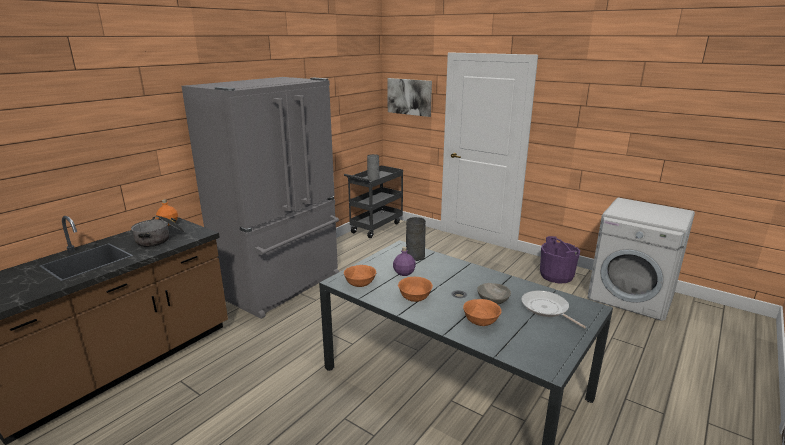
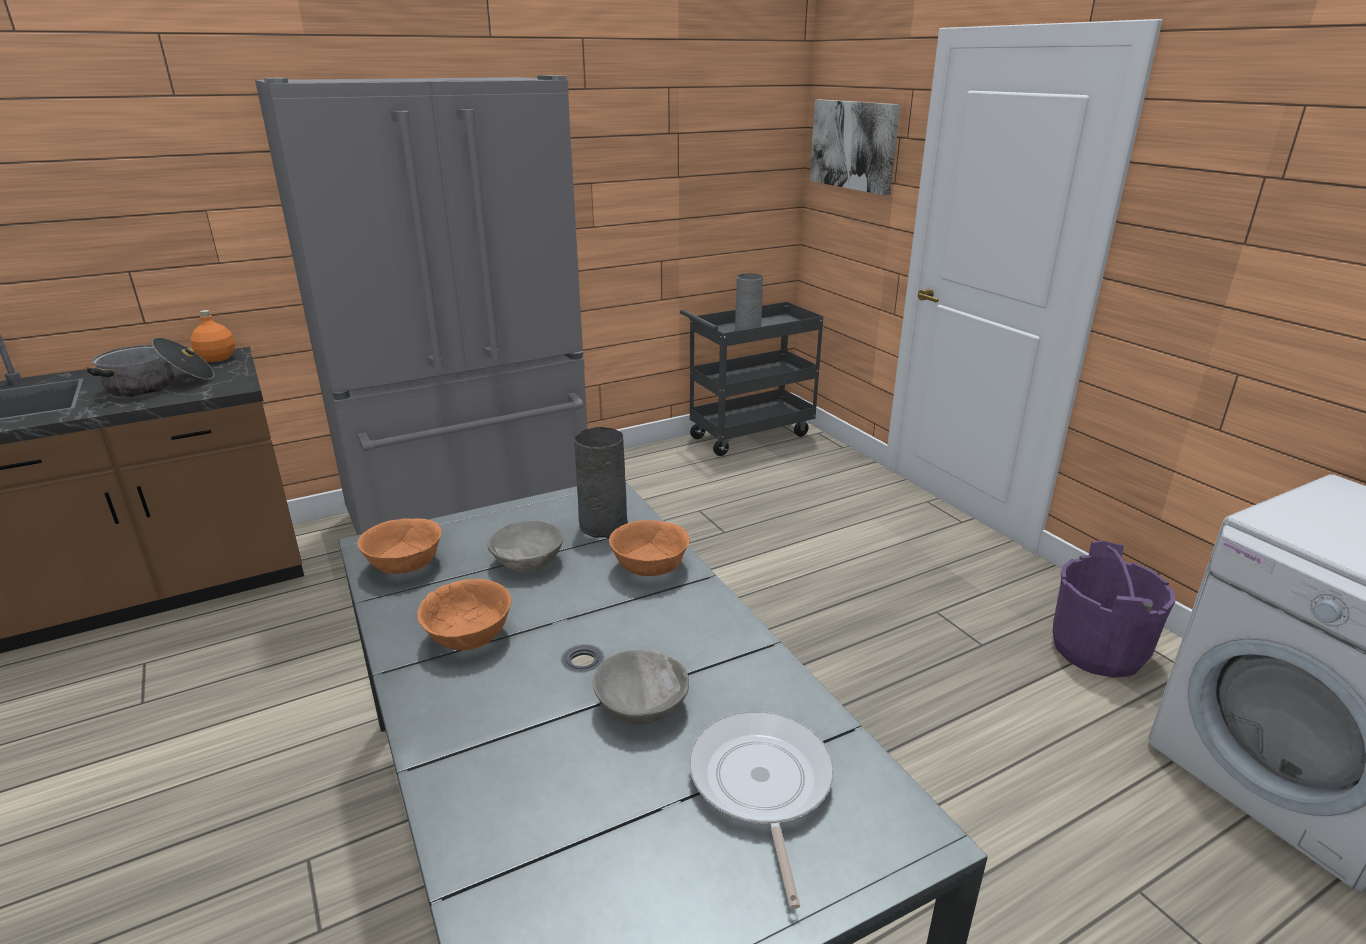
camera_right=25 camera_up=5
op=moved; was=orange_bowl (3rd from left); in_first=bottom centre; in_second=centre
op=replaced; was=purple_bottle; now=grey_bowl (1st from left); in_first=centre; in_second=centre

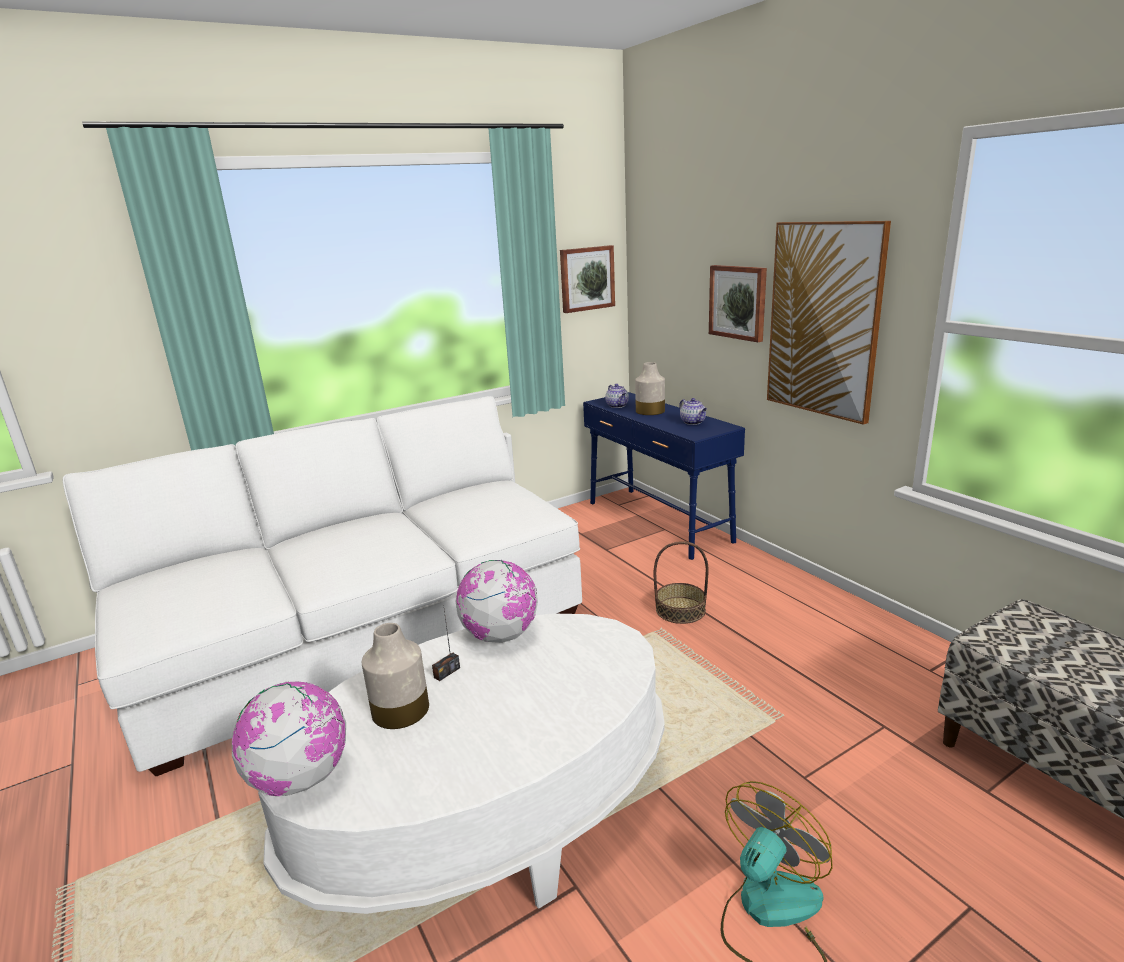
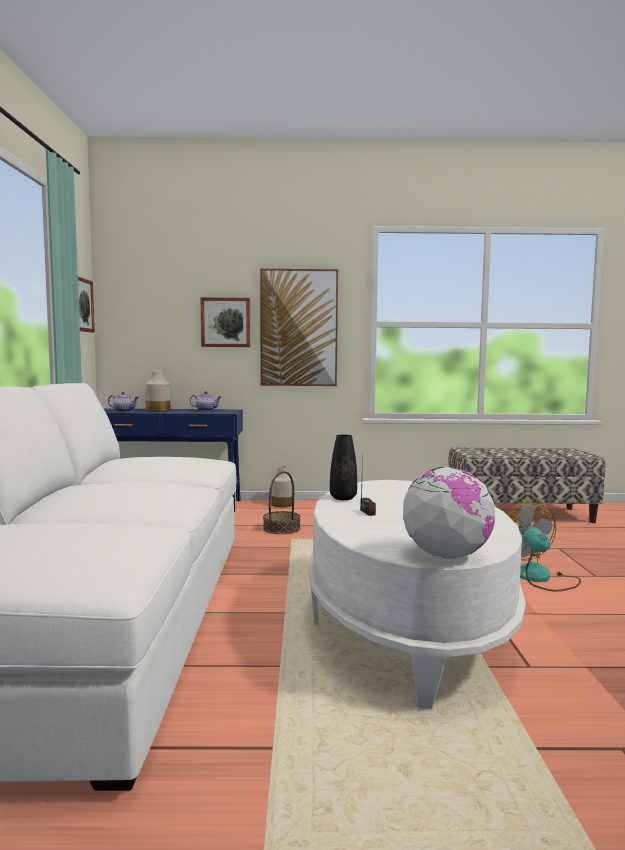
camera_right=-60 camera_up=-15
op=moved; was=beige_vase (1st from left in the first image); now=beige_vase (2nd from left); in_first=bottom centre; in_second=centre
op=replaced; was=globe (2nd from left); now=black_vase; in_first=centre; in_second=centre

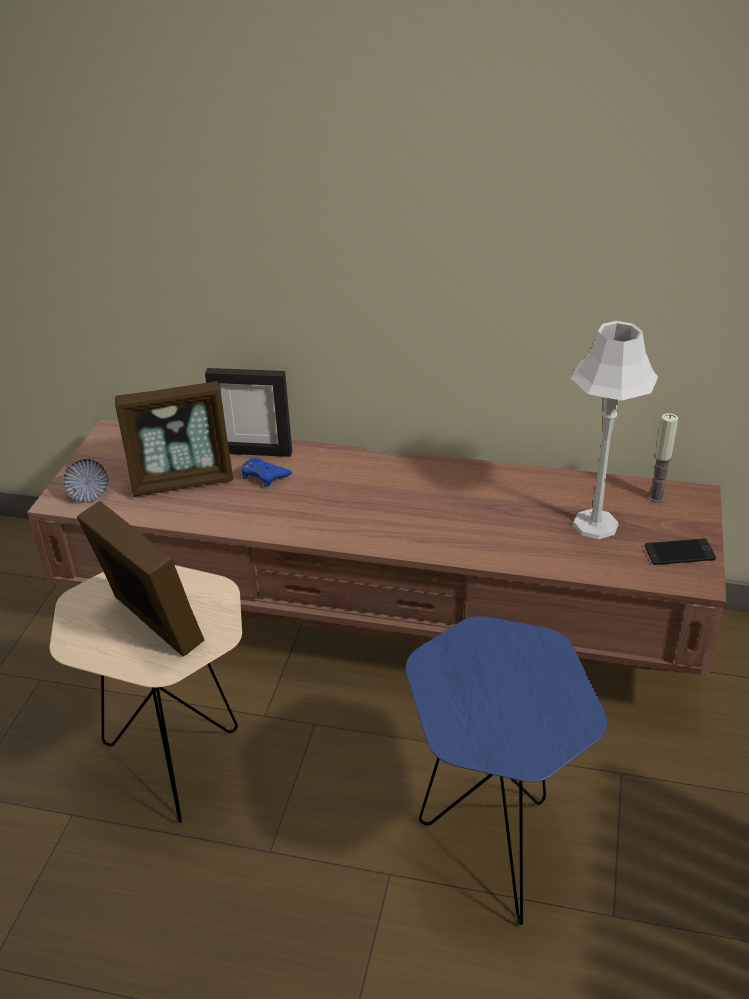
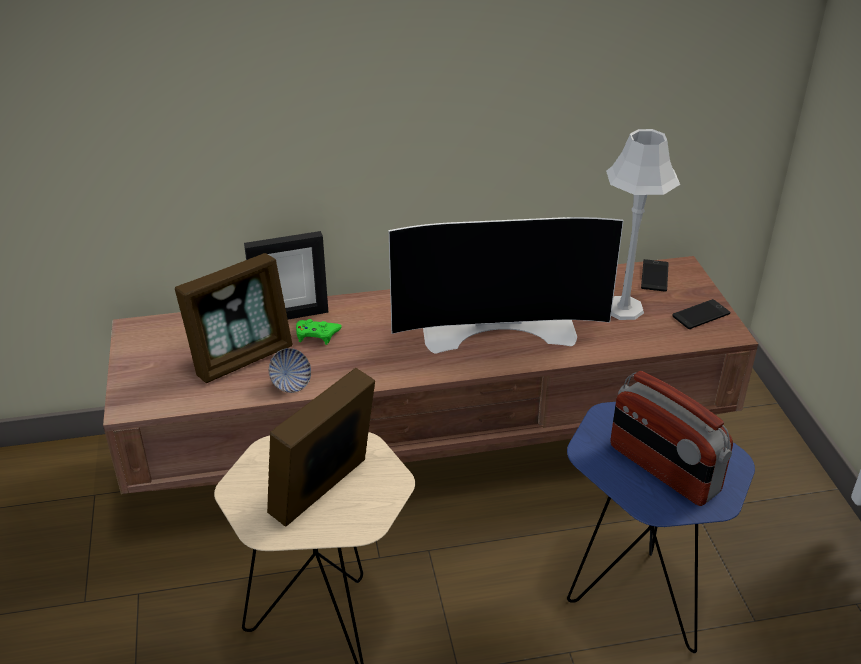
camera_right=-25 camera_up=0
op=added; now=television; in_second=centre
op=added; now=radio; in_second=middle right
op=moved; was=bowl; in_first=middle left; in_second=centre
op=replaced; was=candle; now=phone (1st from left); in_first=middle right; in_second=middle right
op=recoloured; was=blue_game_controller; now=green_game_controller; in_first=centre; in_second=centre
op=turned; was=picture_frame (1st from left in the first image); in_first=middle left; in_second=bottom centre; clockwise=-75

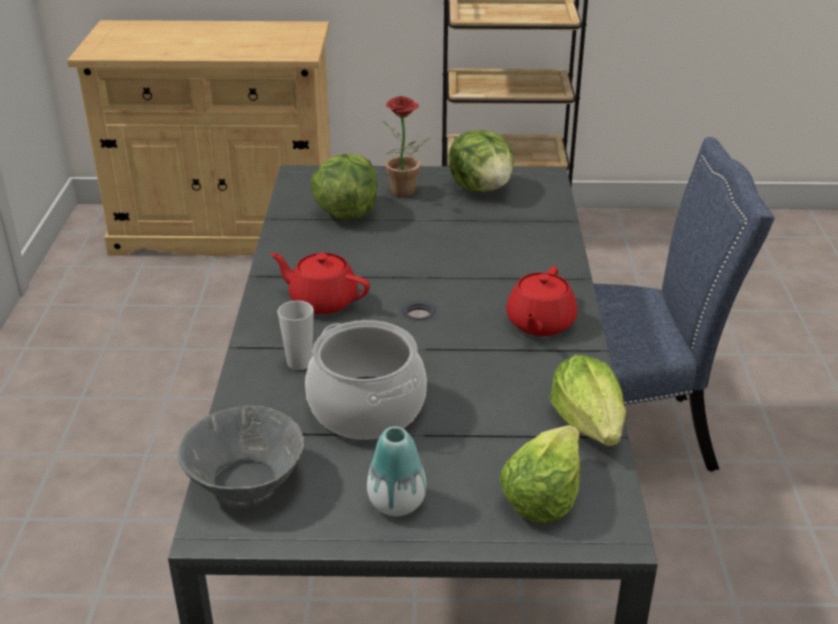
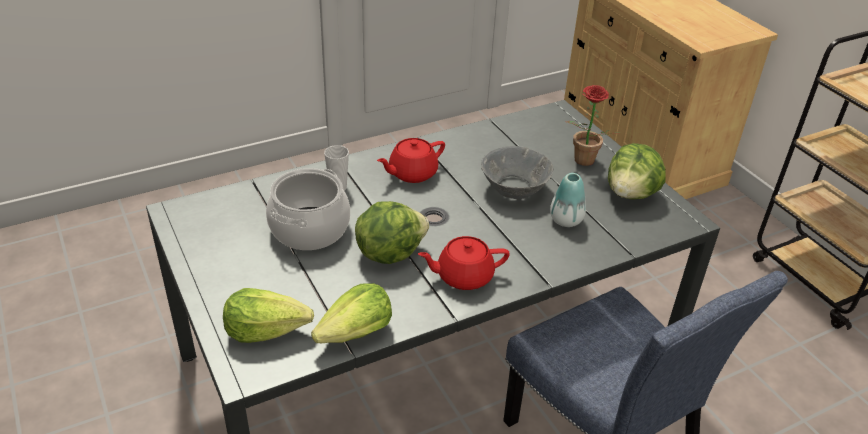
camera_right=60 camera_up=5
op=moved; was=grey_bowl; in_first=bottom left; in_second=centre
op=moved; was=lettuce (1st from left in the first image); now=lettuce (3rd from left); in_first=top centre; in_second=centre
op=moved; was=vase; in_first=bottom centre; in_second=centre
op=turned; was=red_teapot (1st from left); in_first=centre; in_second=centre; clockwise=-120

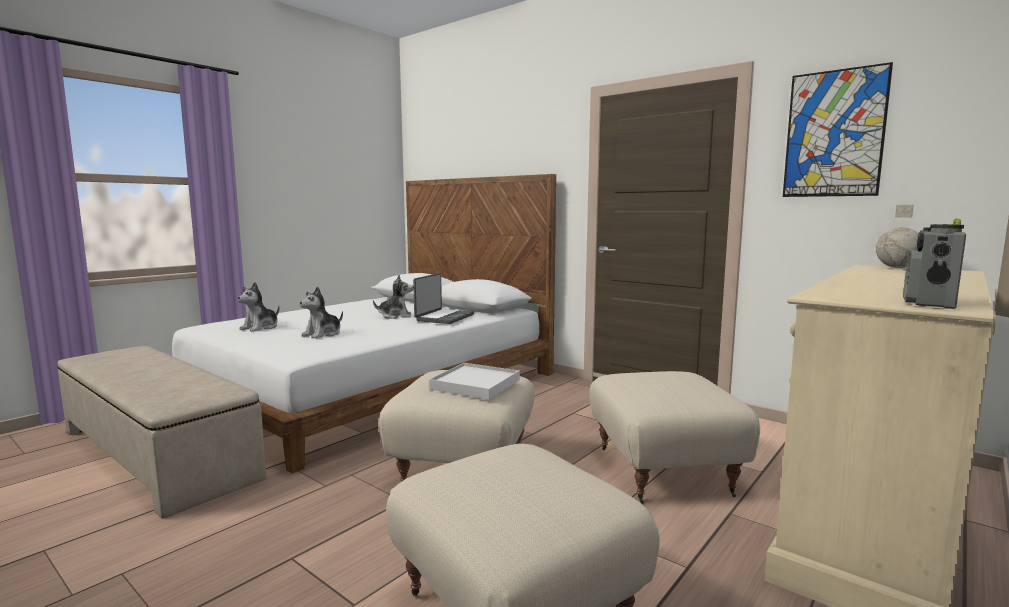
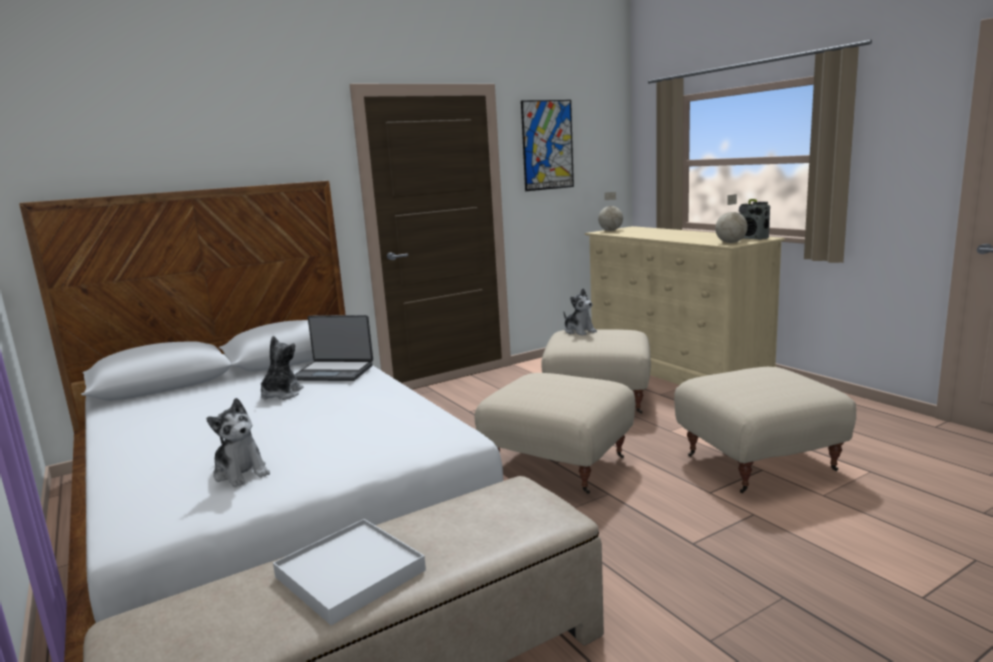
camera_right=-70 camera_up=5
op=added; now=globe (2nd from left); in_second=top right
op=moved; was=plush_toy (2nd from left in the first image); now=plush_toy (3rd from left); in_first=middle left; in_second=centre
op=moved; was=white_tray; in_first=centre; in_second=bottom centre
op=turned; was=laptop; in_first=centre; in_second=centre; clockwise=150

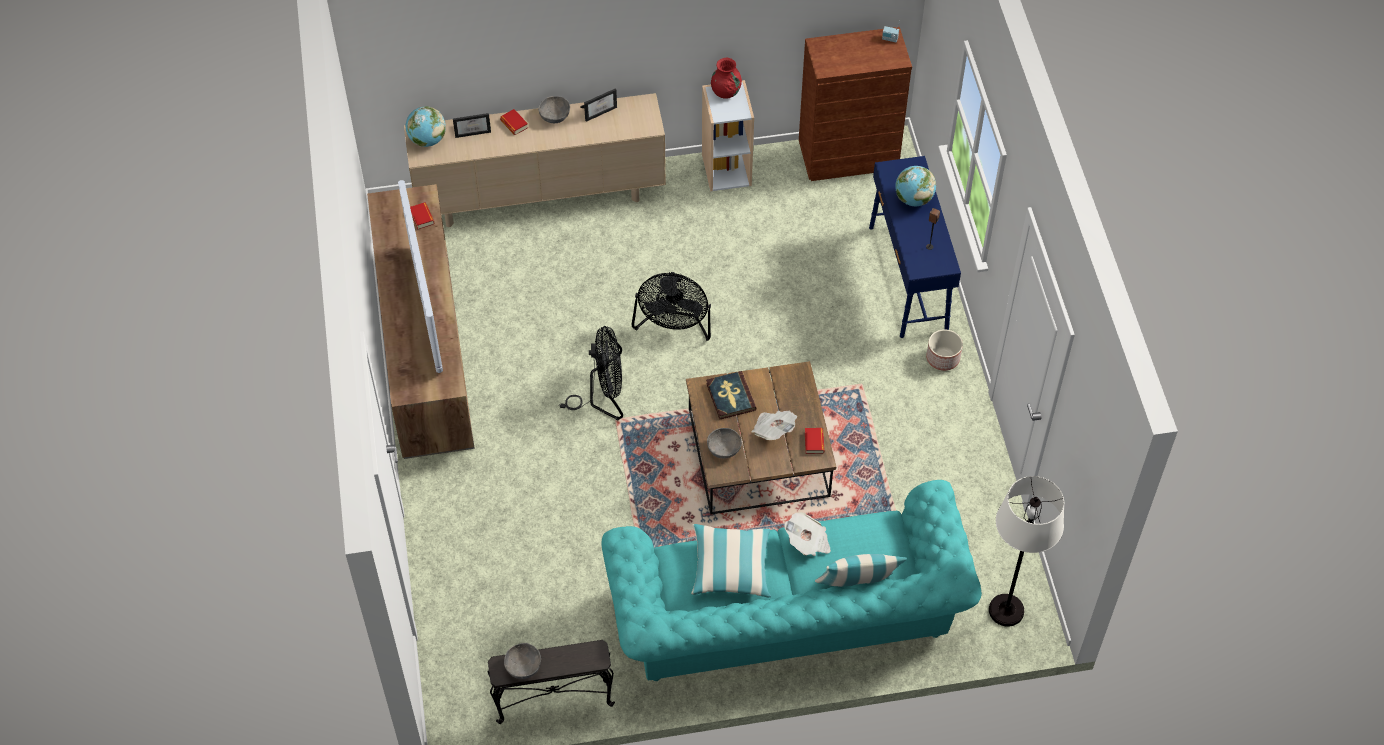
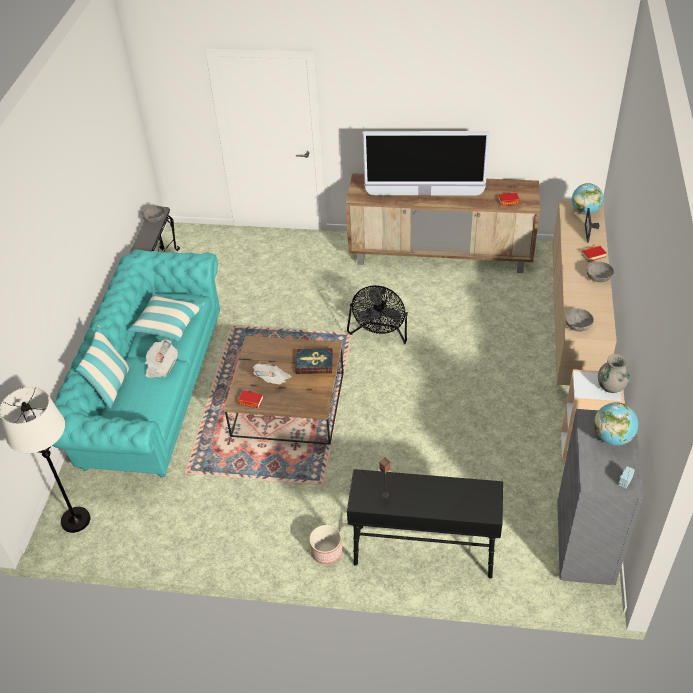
camera_right=110 camera_up=-10
op=removed; was=picture_frame (2nd from left); in_first=top centre
op=removed; was=black_fan (2nd from left); in_first=centre
op=moved; was=grey_bowl (3rd from left in the first image); now=grey_bowl (2nd from left); in_first=centre; in_second=middle right
op=moved; was=globe (2nd from left); in_first=top centre; in_second=middle right
op=recoloured; was=red_vase; now=grey_vase; in_first=top centre; in_second=middle right
op=recoloured; was=brown_dresser; now=grey_dresser; in_first=top centre; in_second=bottom right
op=recoloured; was=blue_console_table; now=black_console_table; in_first=top centre; in_second=bottom centre

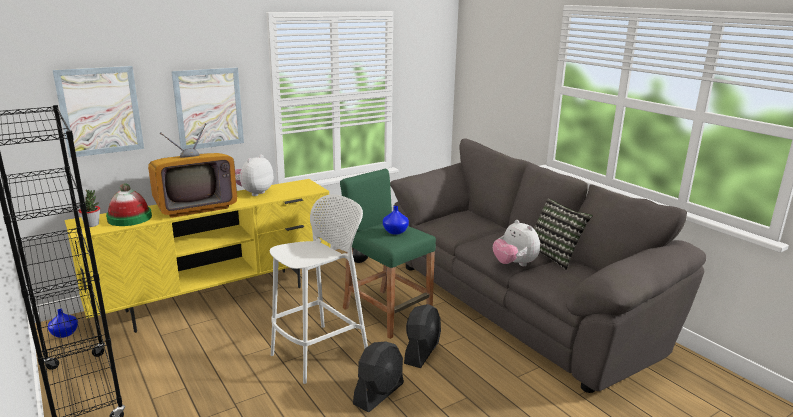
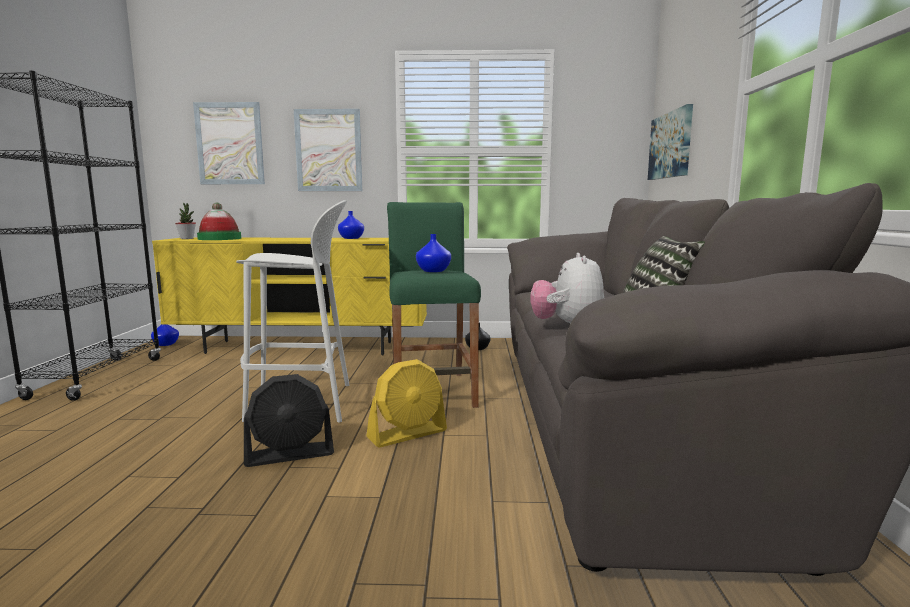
camera_right=35 camera_up=-10
op=removed; was=television; in_first=middle left
op=added; now=picture (3rd from left); in_second=top right
op=replaced; was=plush_toy (1st from left); now=blue_vase (2nd from left); in_first=middle left; in_second=centre
op=recoloured; was=black_fan (2nd from left); now=yellow_fan; in_first=bottom centre; in_second=centre

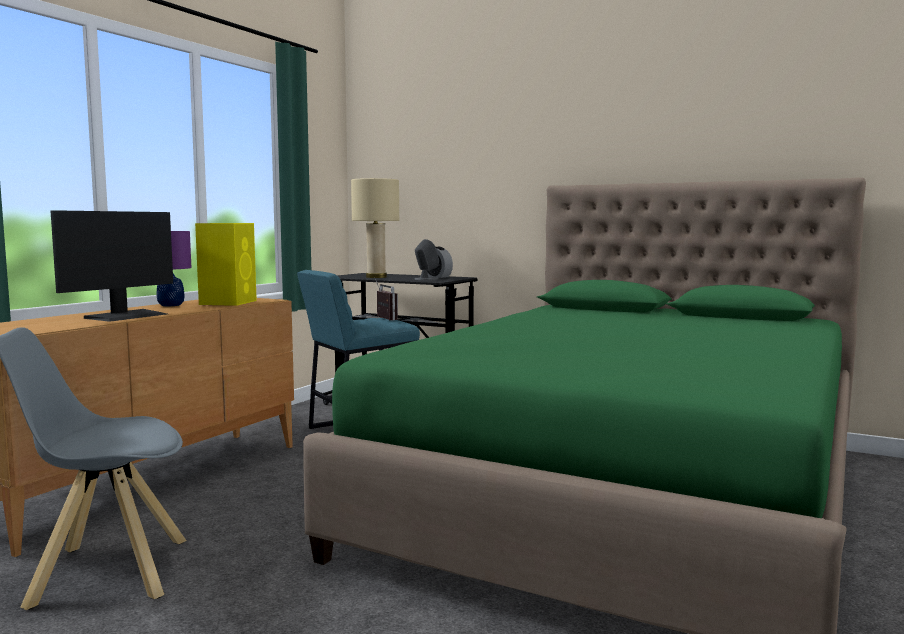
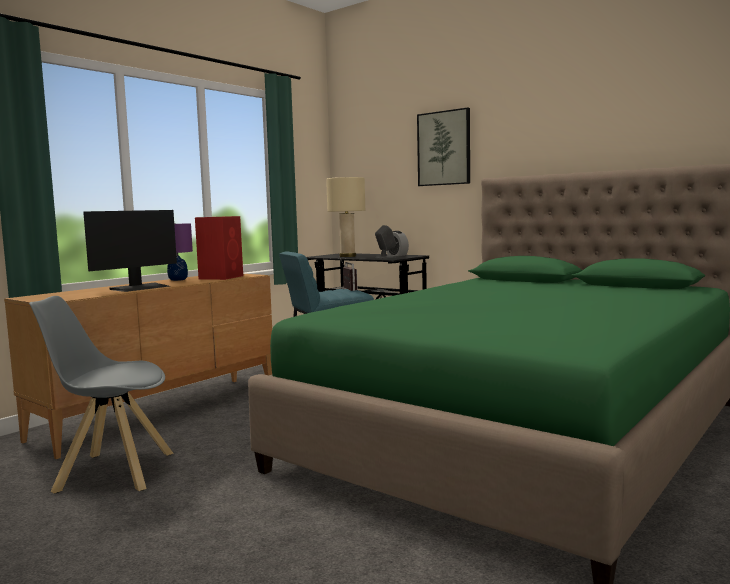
camera_right=10 camera_up=0
op=added; now=picture; in_second=top centre
op=recoloured; was=yellow_speaker; now=red_speaker; in_first=middle left; in_second=middle left

